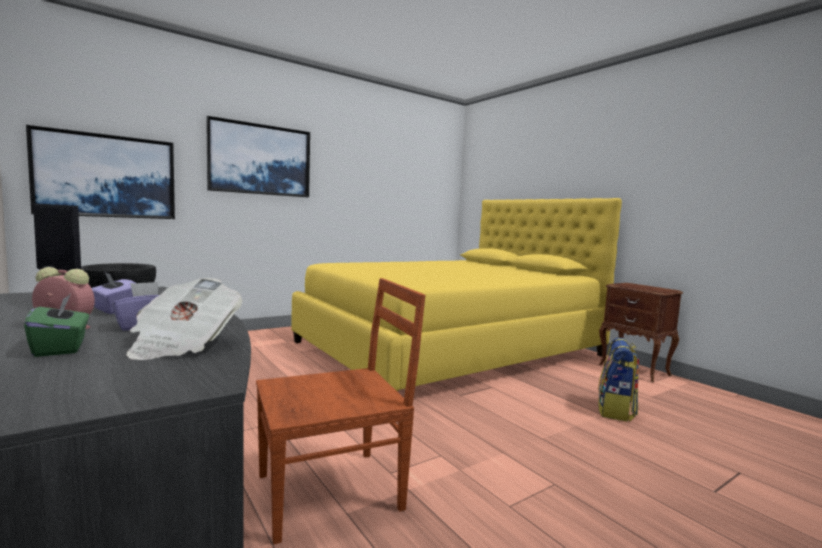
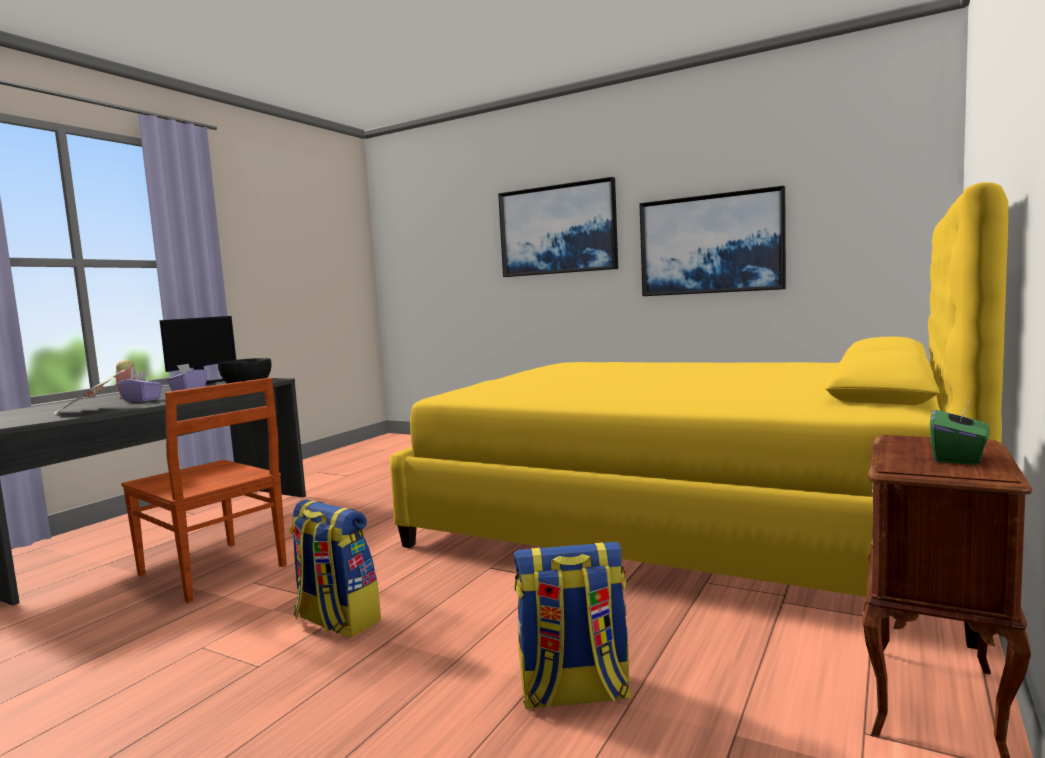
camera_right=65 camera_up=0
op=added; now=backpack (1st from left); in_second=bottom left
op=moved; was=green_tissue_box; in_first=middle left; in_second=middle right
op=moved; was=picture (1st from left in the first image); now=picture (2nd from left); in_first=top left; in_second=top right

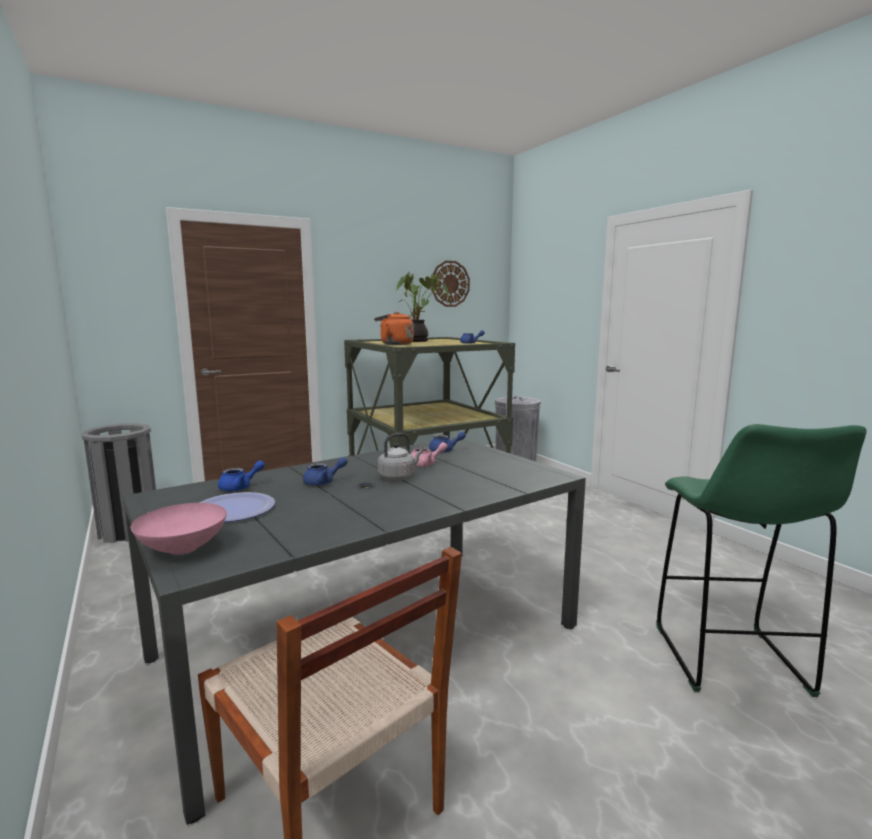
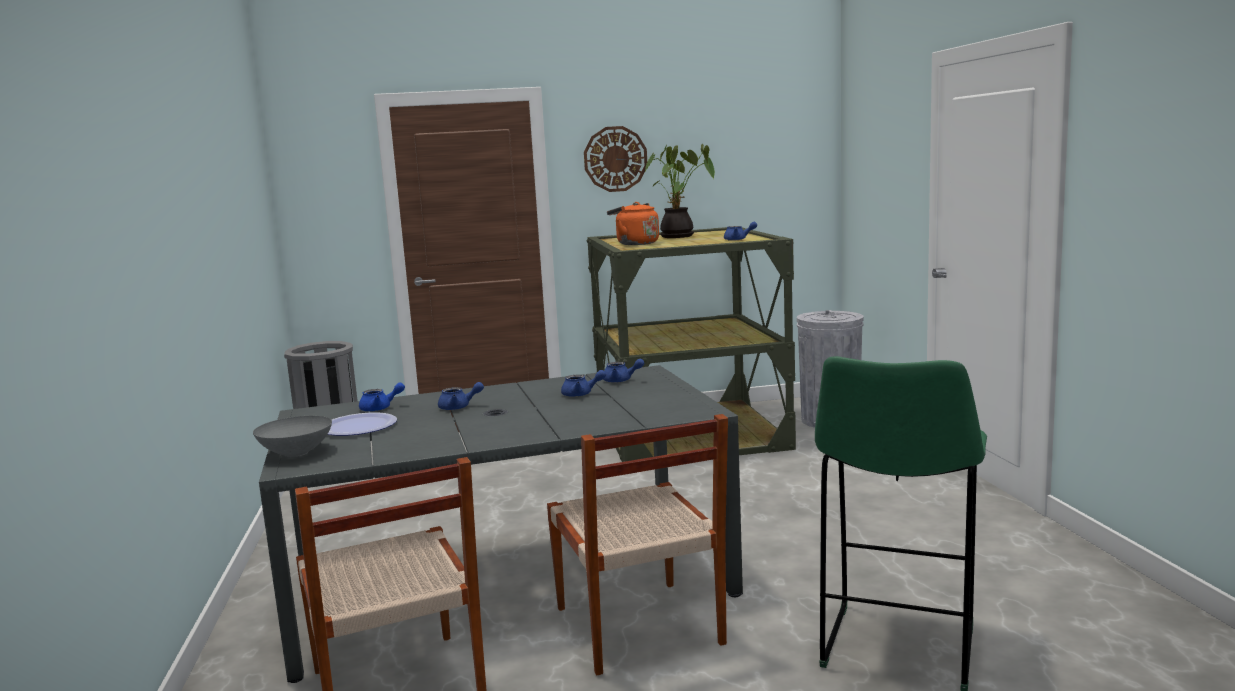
camera_right=20 camera_up=0
op=removed; was=grey_kettle; in_first=centre
op=added; now=chair (2nd from left); in_second=bottom centre
op=moved; was=wall_clock; in_first=centre; in_second=top centre
op=recoloured; was=pink_bowl; now=grey_bowl; in_first=middle left; in_second=middle left
op=recoloured; was=pink_teapot; now=blue_teapot (3rd from left); in_first=centre; in_second=centre

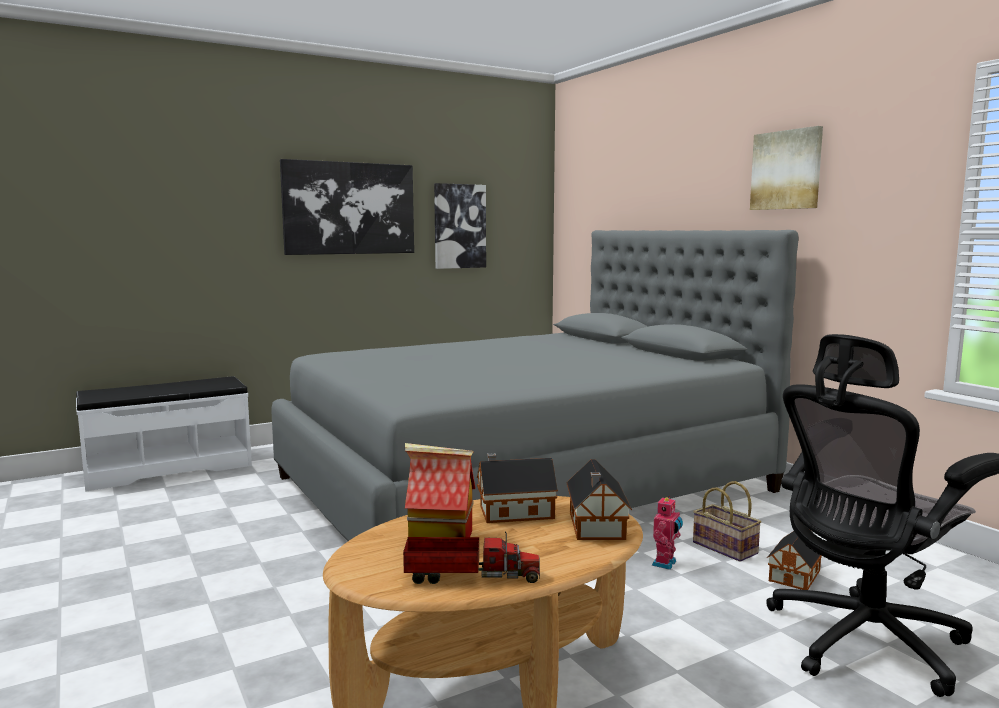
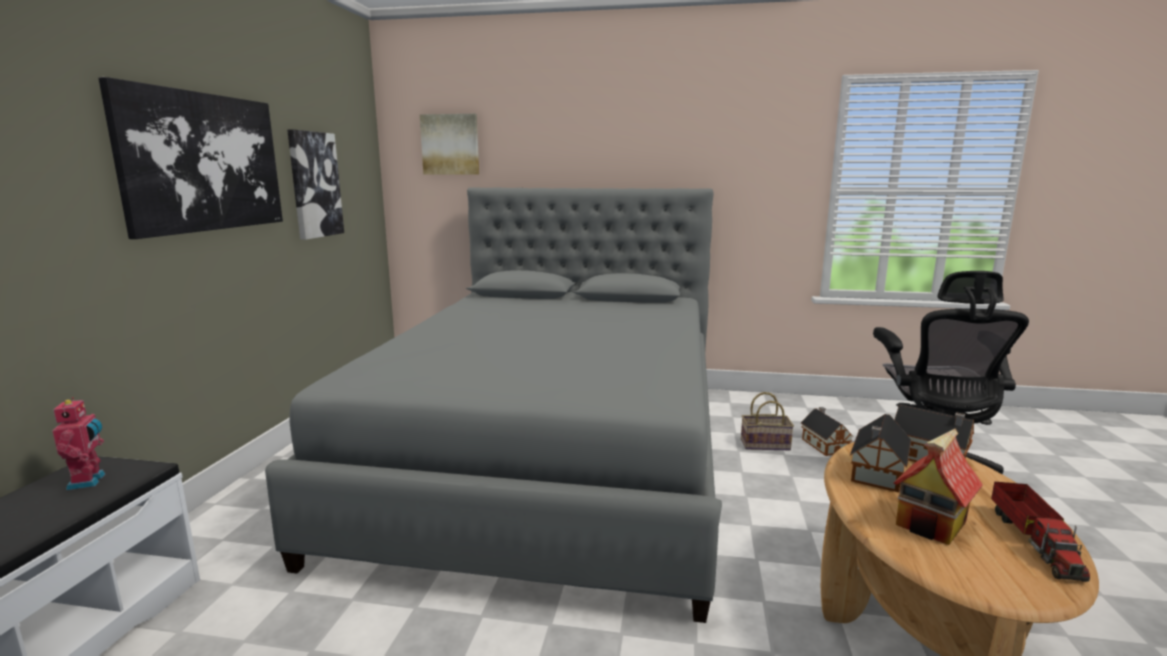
camera_right=-50 camera_up=5
op=moved; was=toy_robot; in_first=bottom right; in_second=bottom left
op=moved; was=picture (3rd from left); in_first=top right; in_second=top centre
op=turned; was=toy_truck; in_first=bottom centre; in_second=bottom right; clockwise=150

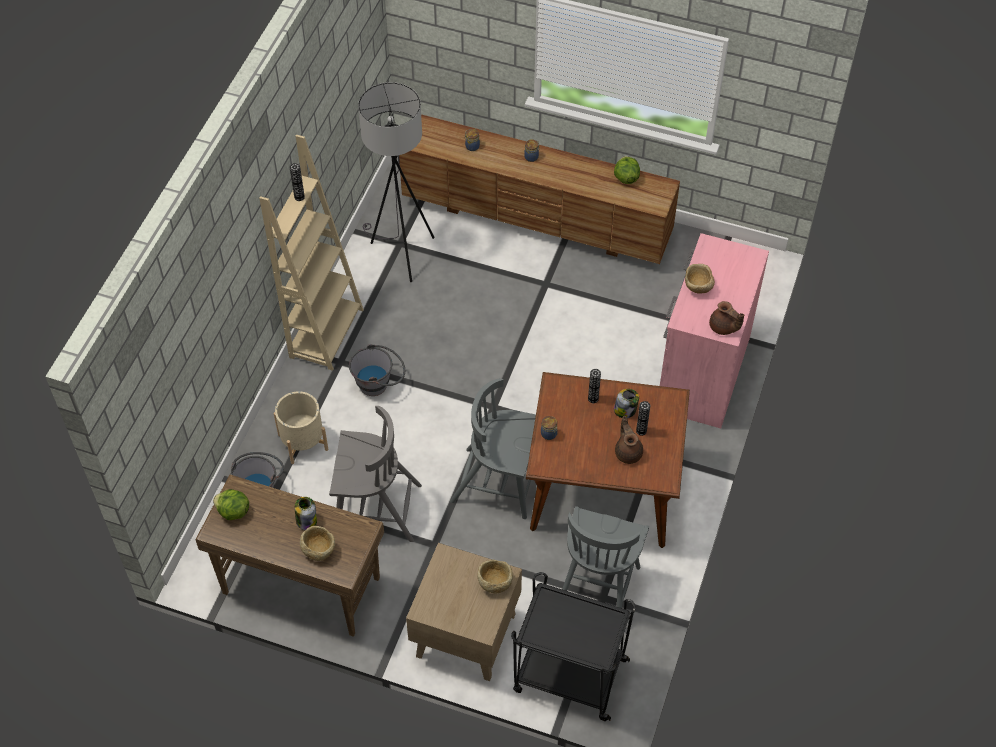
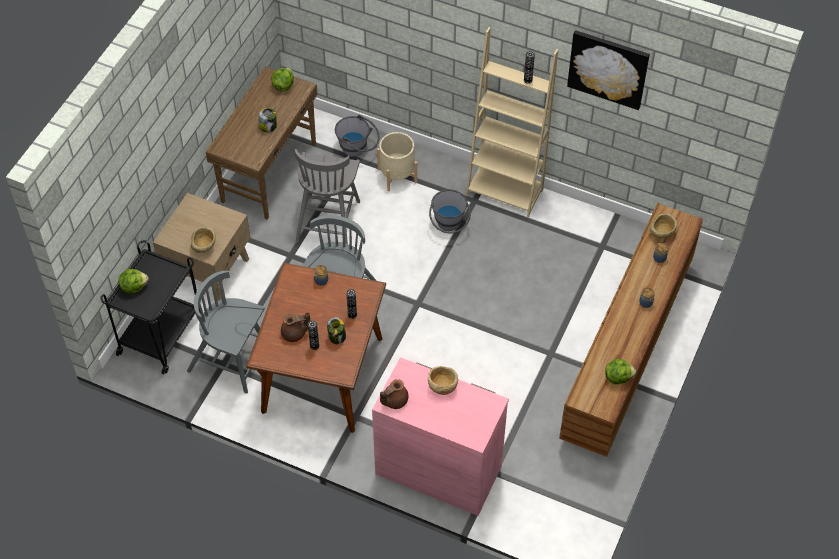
camera_right=95 camera_up=0
op=removed; was=grey_floor_lamp; in_first=top centre
op=added; now=lettuce (1st from left); in_second=middle left
op=added; now=picture; in_second=top right
op=moved; was=beige_bowl (1st from left in the first image); now=beige_bowl (3rd from left); in_first=bottom left; in_second=middle right

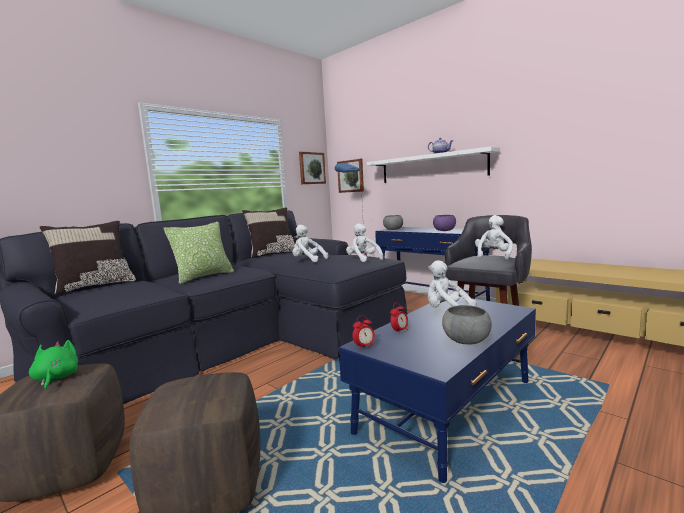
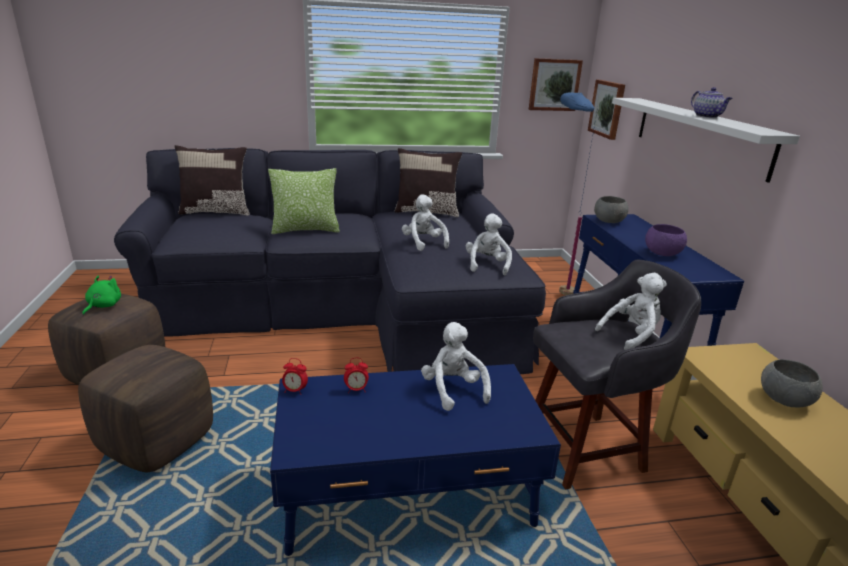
camera_right=35 camera_up=15
op=moved; was=grey_bowl (2nd from left); in_first=middle right; in_second=bottom right

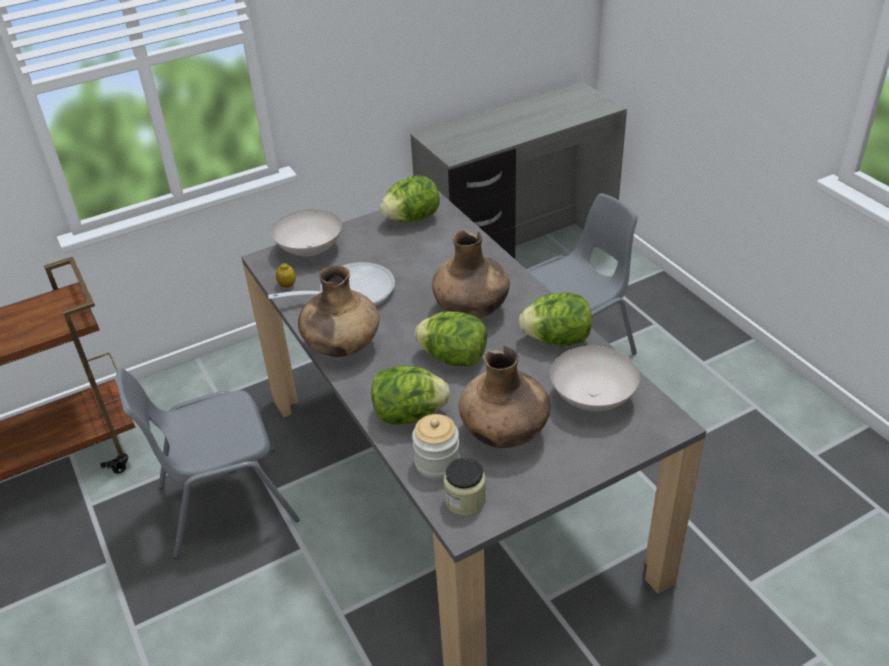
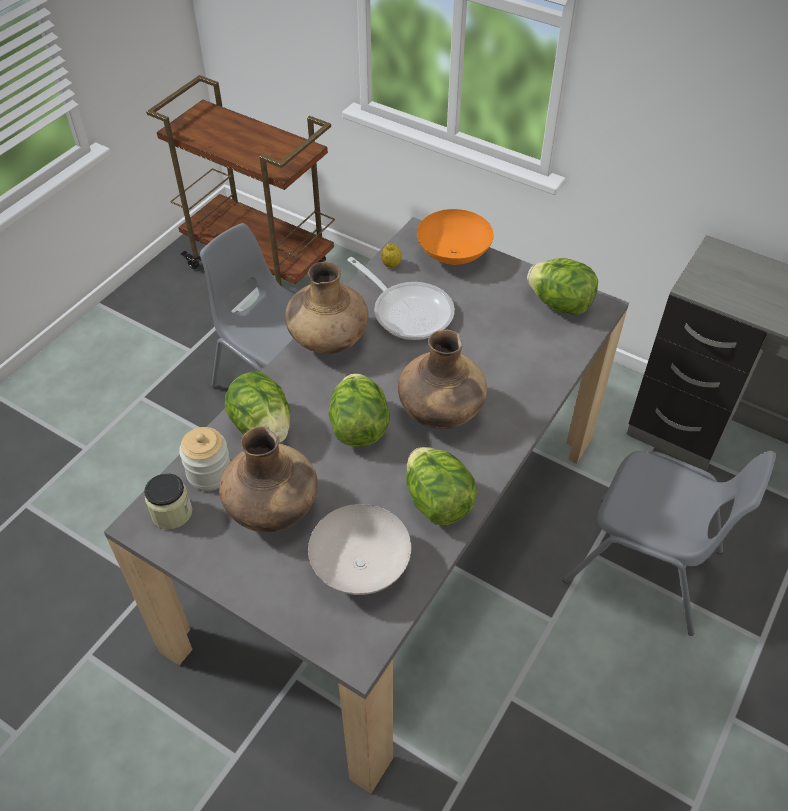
camera_right=60 camera_up=10
op=recoloured; was=white_bowl (1st from left); now=orange_bowl; in_first=centre; in_second=top centre

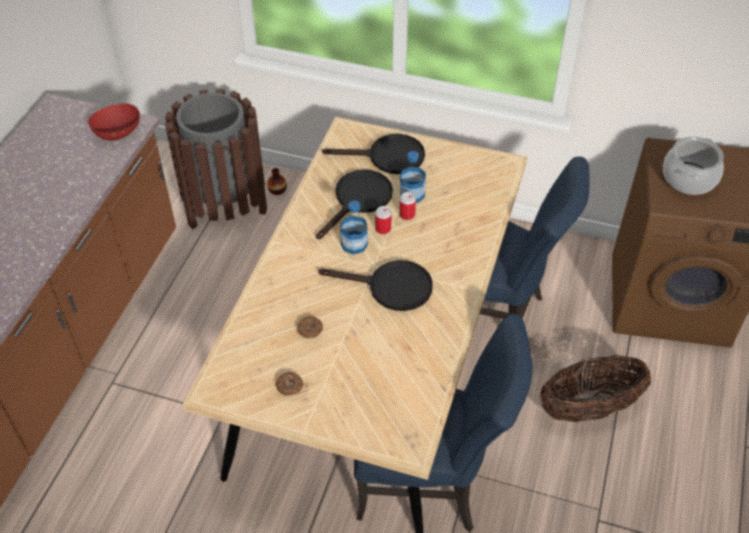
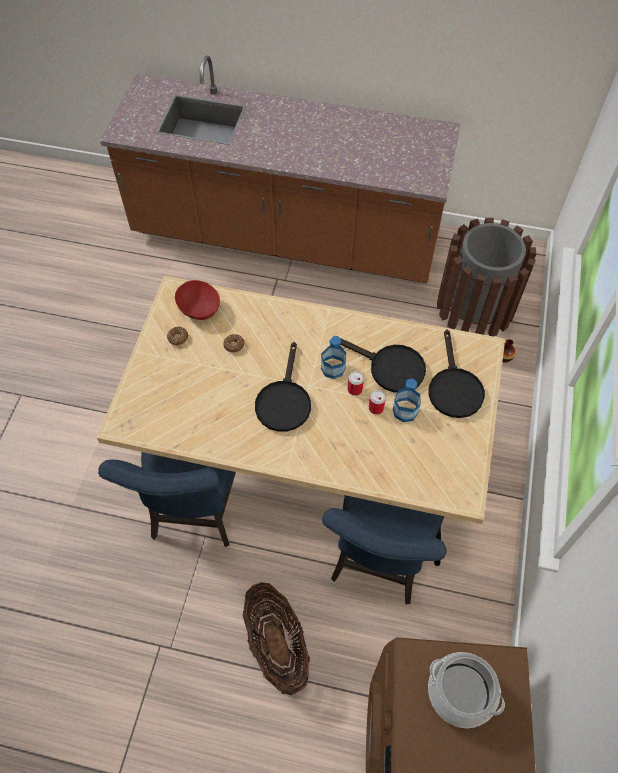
camera_right=85 camera_up=10
op=moved; was=red_bowl; in_first=top left; in_second=middle left

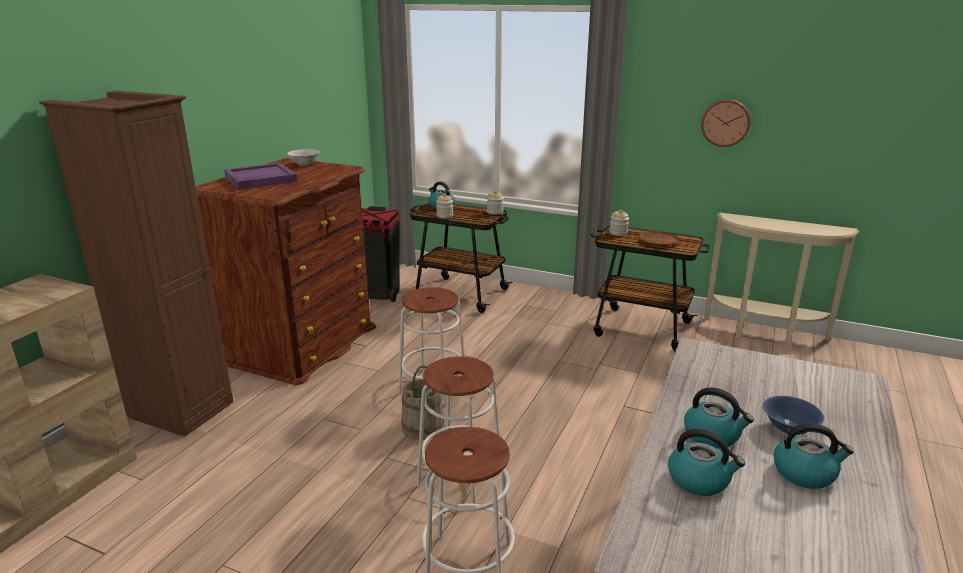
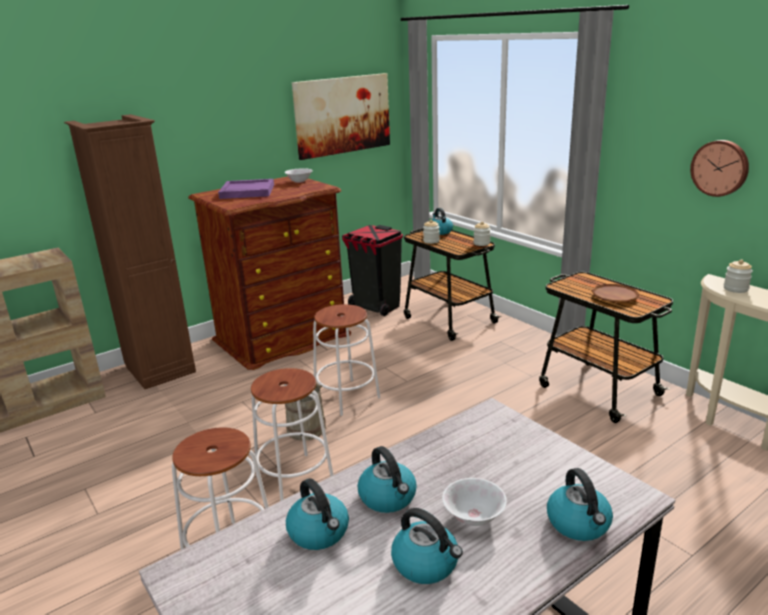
camera_right=30 camera_up=0
op=added; now=picture; in_second=top centre
op=added; now=kettle (5th from left); in_second=bottom right
op=moved; was=jar (3rd from left); in_first=centre; in_second=middle right
op=recoloured; was=blue_bowl; now=white_bowl (2nd from left); in_first=bottom right; in_second=bottom centre

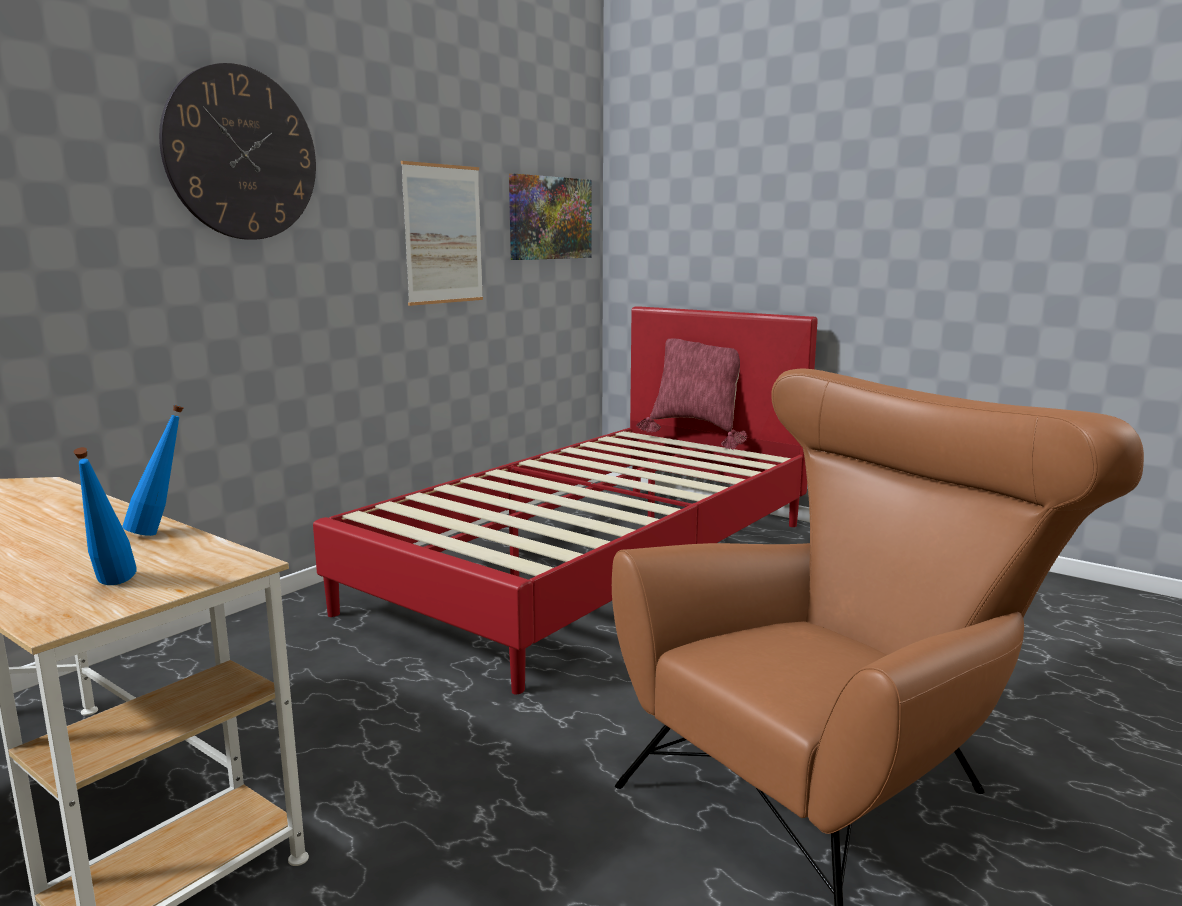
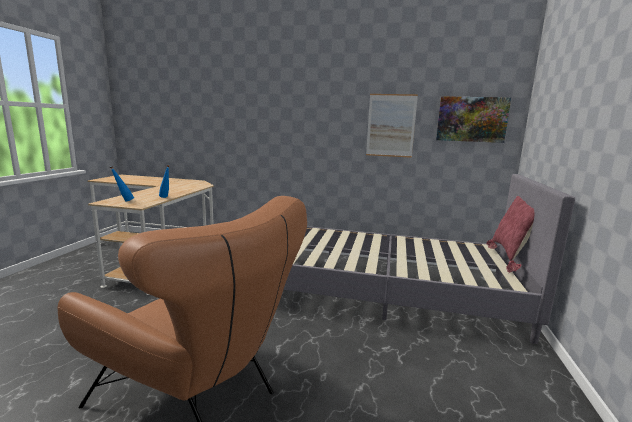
camera_right=65 camera_up=0
op=removed; was=wall_clock; in_first=top left
op=recoloured; was=red_bed; now=grey_bed; in_first=centre; in_second=middle right

